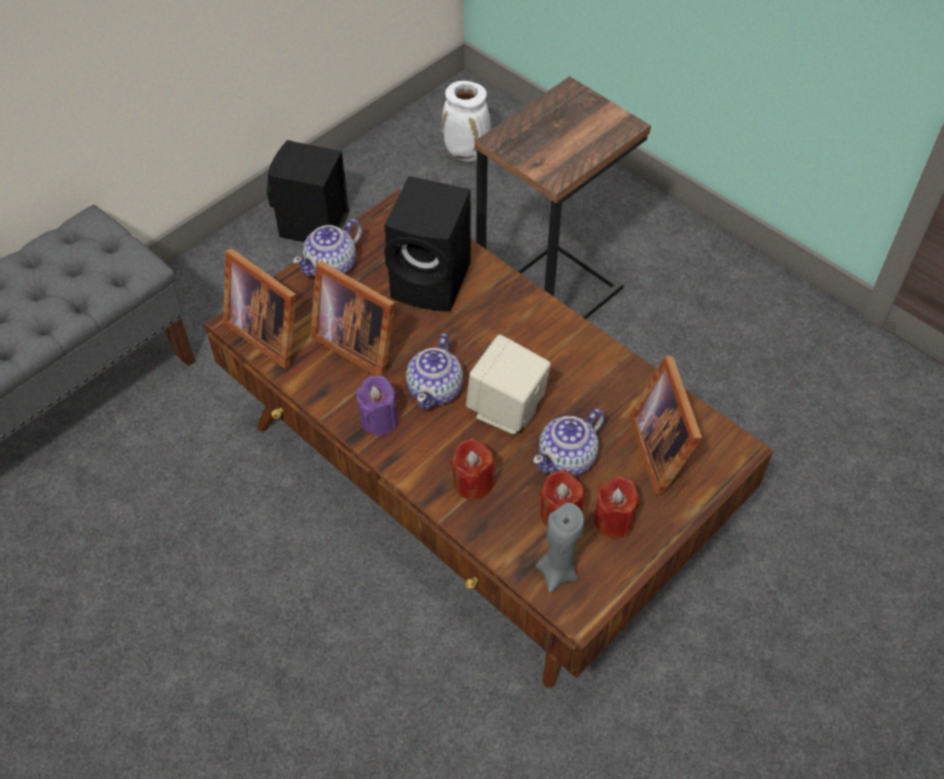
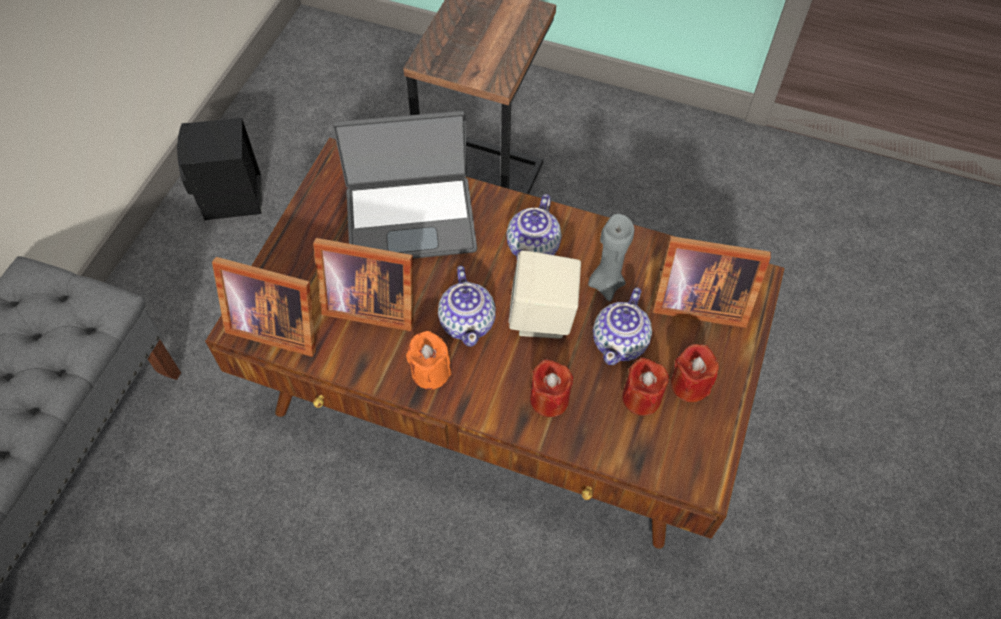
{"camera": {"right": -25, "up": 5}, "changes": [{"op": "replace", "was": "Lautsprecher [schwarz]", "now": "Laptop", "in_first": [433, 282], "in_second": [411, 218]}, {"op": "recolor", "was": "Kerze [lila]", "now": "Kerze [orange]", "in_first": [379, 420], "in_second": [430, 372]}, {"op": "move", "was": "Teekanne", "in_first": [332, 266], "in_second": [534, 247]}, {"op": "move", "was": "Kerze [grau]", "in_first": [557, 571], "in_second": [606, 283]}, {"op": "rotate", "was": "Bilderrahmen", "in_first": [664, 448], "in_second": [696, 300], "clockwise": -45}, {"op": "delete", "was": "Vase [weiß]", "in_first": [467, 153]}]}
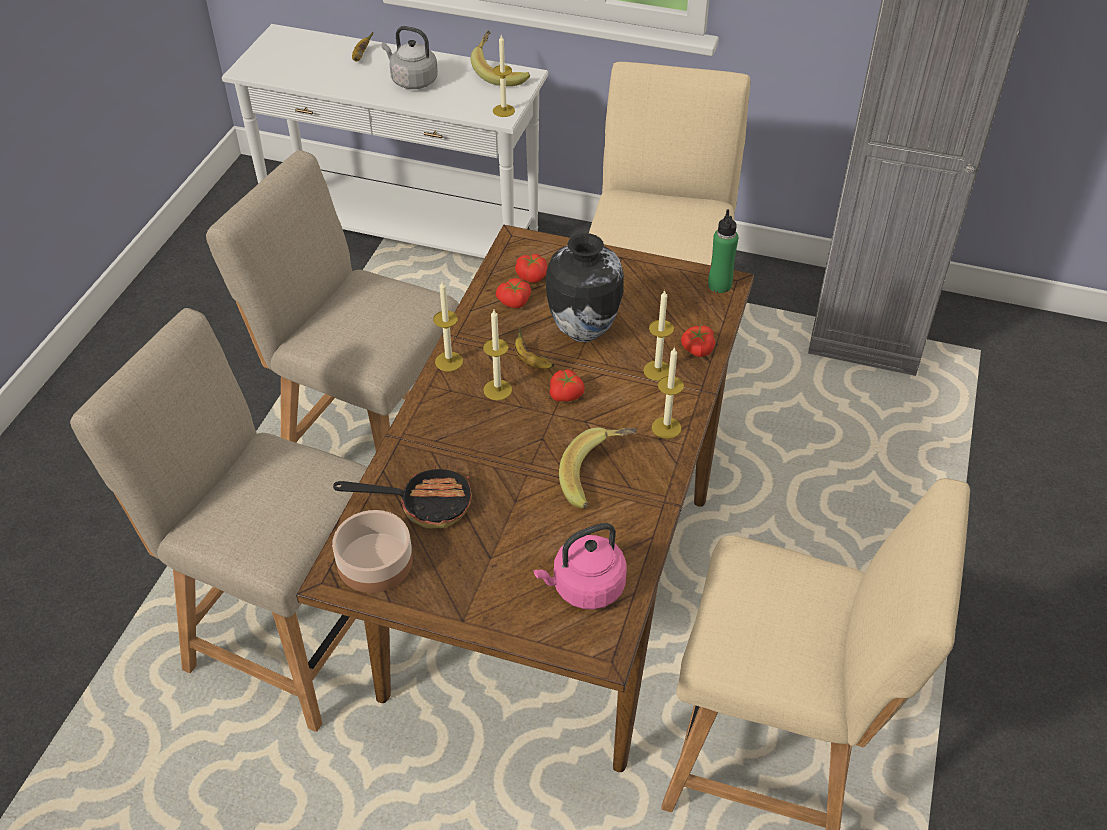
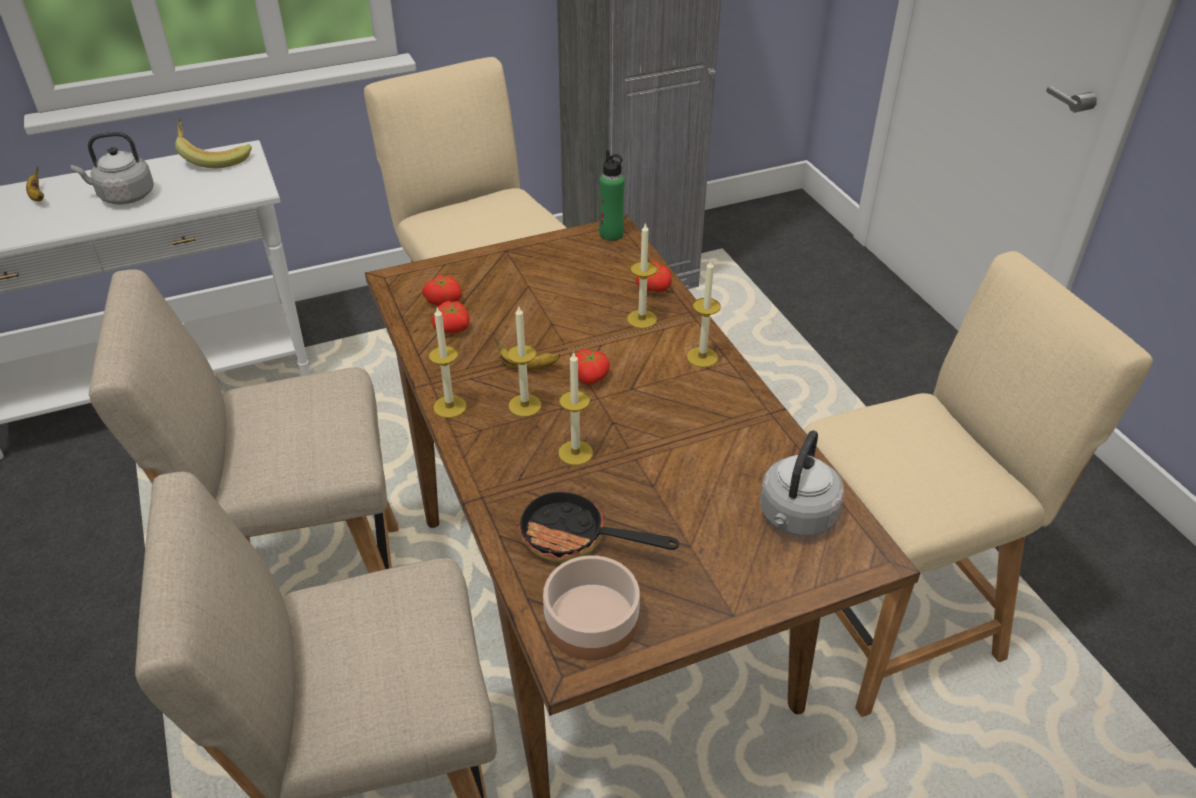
{"camera": {"right": -40, "up": -5}, "changes": [{"op": "rotate", "was": "Pfanne", "in_first": [424, 504], "in_second": [575, 539], "clockwise": -120}, {"op": "move", "was": "Kerze", "in_first": [503, 110], "in_second": [575, 453]}, {"op": "recolor", "was": "Wasserkessel [rosa]", "now": "Wasserkessel [grau]", "in_first": [584, 588], "in_second": [796, 518]}, {"op": "delete", "was": "Vase", "in_first": [583, 331]}, {"op": "delete", "was": "Banane", "in_first": [598, 478]}]}
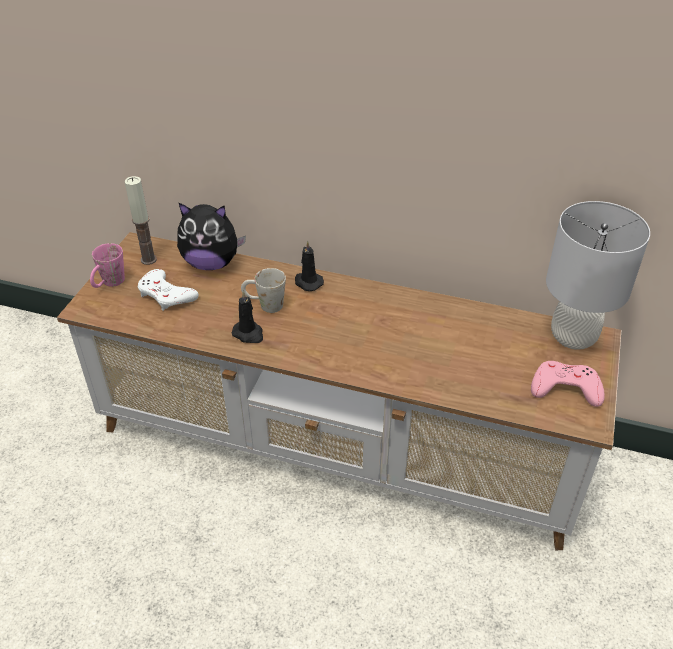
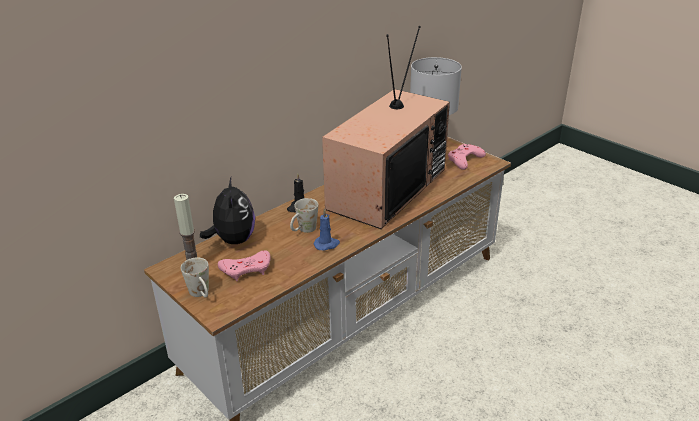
{"camera": {"right": -60, "up": -10}, "changes": [{"op": "recolor", "was": "Henkelbecher [rosa]", "now": "Henkelbecher [weiß]", "in_first": [109, 284], "in_second": [201, 294]}, {"op": "rotate", "was": "Plüschtier", "in_first": [211, 263], "in_second": [233, 240], "clockwise": -45}, {"op": "recolor", "was": "Gamepad [weiß]", "now": "Gamepad [rosa]", "in_first": [166, 295], "in_second": [246, 269]}, {"op": "recolor", "was": "Kerze [schwarz]", "now": "Kerze [blau]", "in_first": [249, 334], "in_second": [327, 244]}, {"op": "insert", "now": "Fernseher", "in_second": [386, 187]}]}
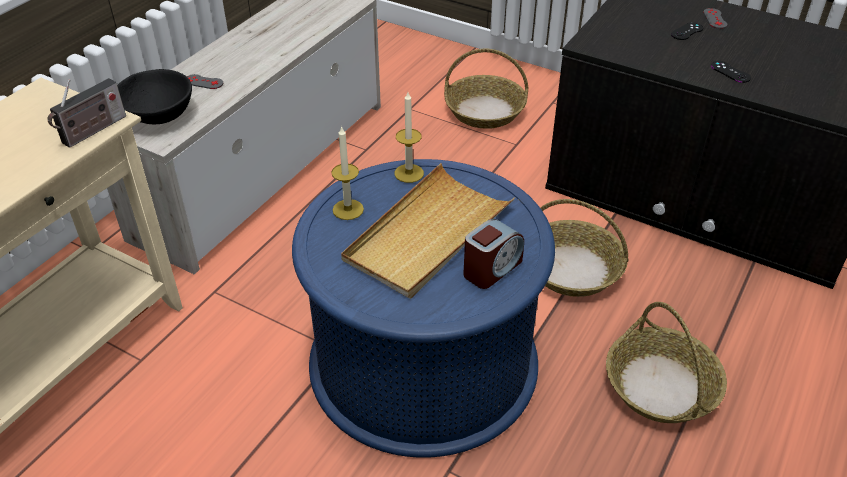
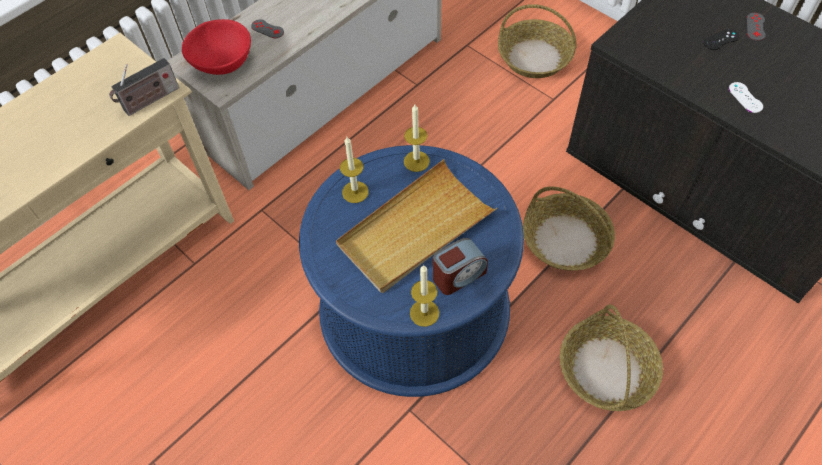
{"camera": {"right": 15, "up": 15}, "changes": [{"op": "recolor", "was": "Schüssel [schwarz]", "now": "Schüssel [rot]", "in_first": [156, 116], "in_second": [221, 62]}, {"op": "insert", "now": "Kerze", "in_second": [424, 313]}, {"op": "recolor", "was": "Gamepad [schwarz]", "now": "Gamepad [weiß]", "in_first": [730, 72], "in_second": [745, 97]}]}
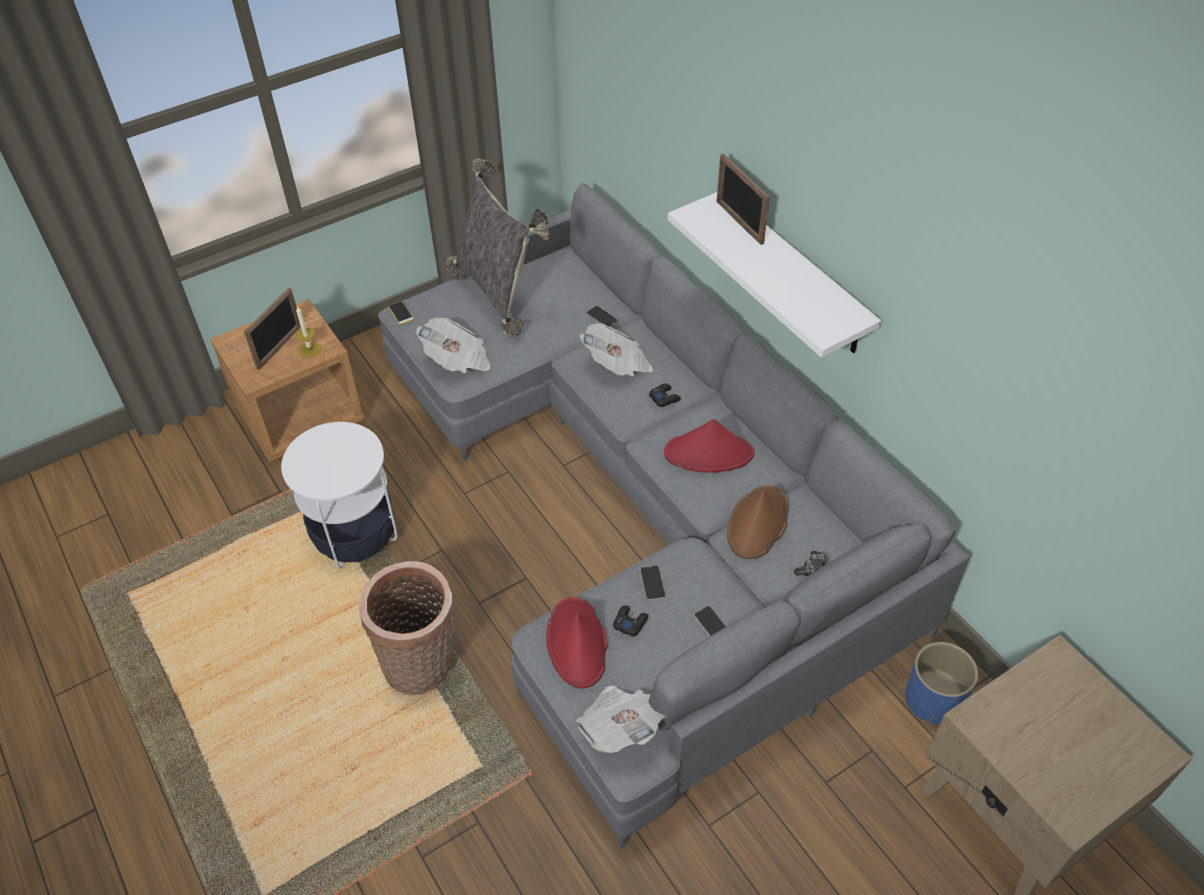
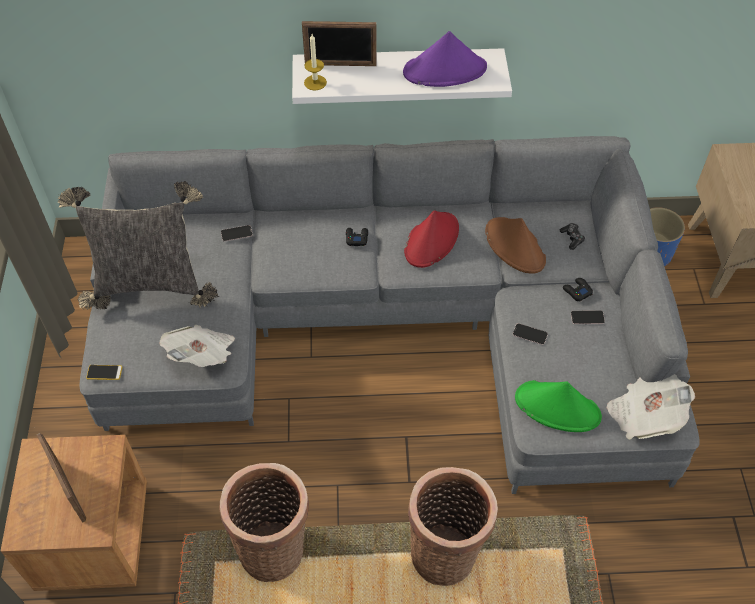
{"camera": {"right": -60, "up": 5}, "changes": [{"op": "replace", "was": "Beistelltisch [weiß]", "now": "Korb", "in_first": [355, 535], "in_second": [274, 547]}, {"op": "move", "was": "Kerze", "in_first": [309, 349], "in_second": [315, 82]}, {"op": "insert", "now": "Hut [lila]", "in_second": [445, 70]}, {"op": "recolor", "was": "Hut [rot]", "now": "Hut [grün]", "in_first": [577, 643], "in_second": [558, 407]}, {"op": "move", "was": "Gamepad [schwarz]", "in_first": [630, 622], "in_second": [577, 291]}, {"op": "delete", "was": "Zeitung", "in_first": [617, 365]}]}
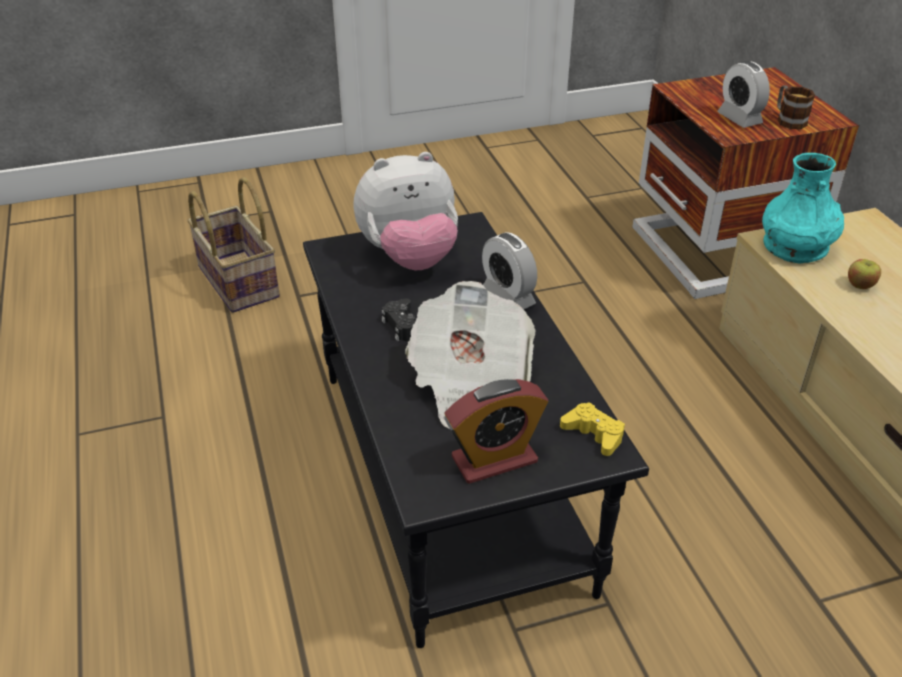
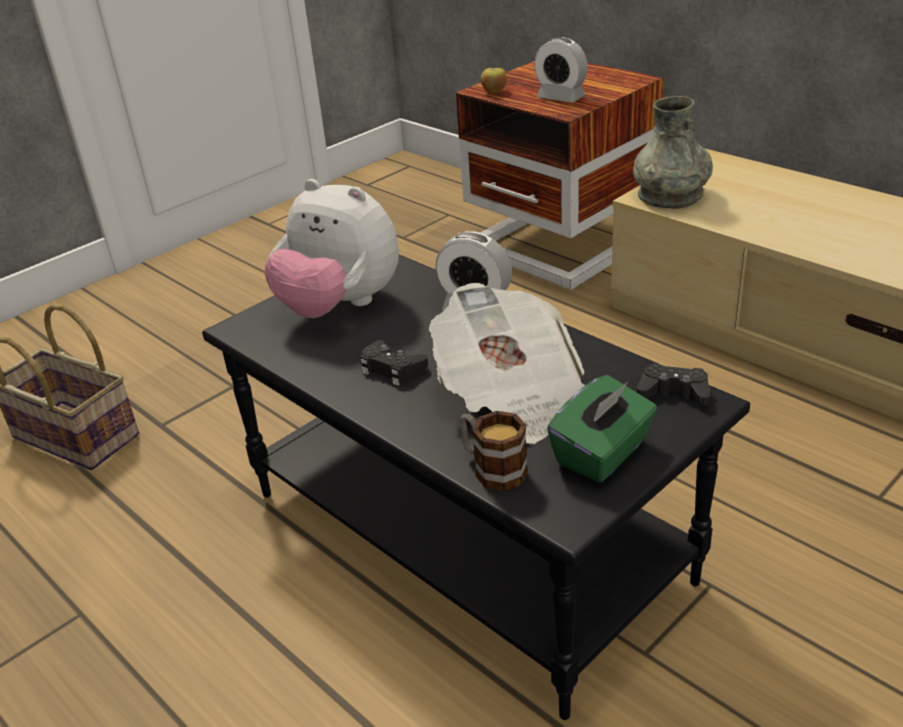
{"camera": {"right": -25, "up": -5}, "changes": [{"op": "rotate", "was": "Plüschtier", "in_first": [410, 258], "in_second": [339, 307], "clockwise": 75}, {"op": "move", "was": "Henkelbecher", "in_first": [788, 120], "in_second": [492, 468]}, {"op": "move", "was": "Apfel", "in_first": [860, 285], "in_second": [494, 92]}, {"op": "replace", "was": "Wecker", "now": "Taschentuchbox [grün]", "in_first": [494, 459], "in_second": [603, 453]}, {"op": "recolor", "was": "Vase [türkis]", "now": "Vase [grau]", "in_first": [795, 246], "in_second": [670, 195]}, {"op": "recolor", "was": "Gamepad [gelb]", "now": "Gamepad [schwarz]", "in_first": [594, 434], "in_second": [673, 393]}]}
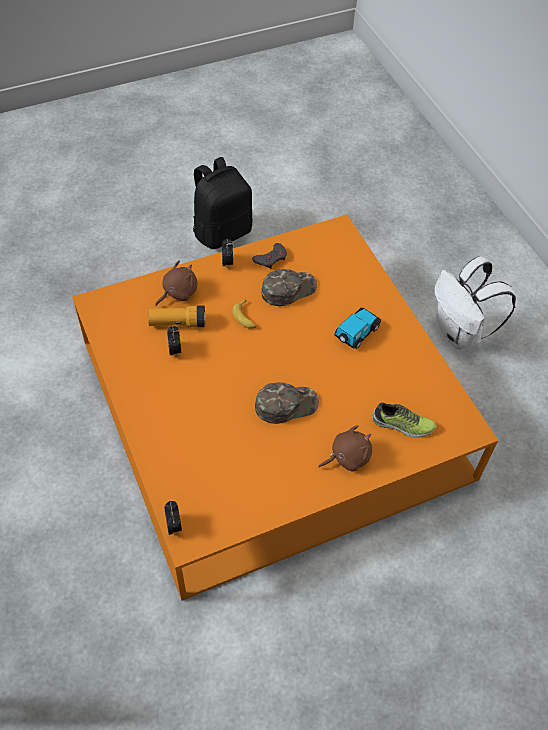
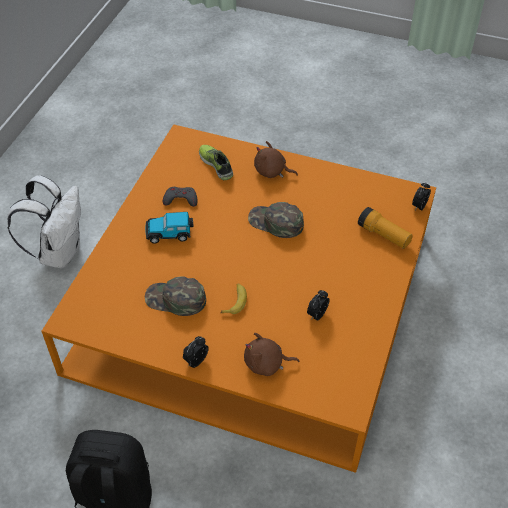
{"camera": {"right": -135, "up": -5}, "changes": [{"op": "move", "was": "Gamepad [grau]", "in_first": [271, 258], "in_second": [180, 199]}, {"op": "move", "was": "Taschenlampe", "in_first": [177, 323], "in_second": [383, 235]}]}
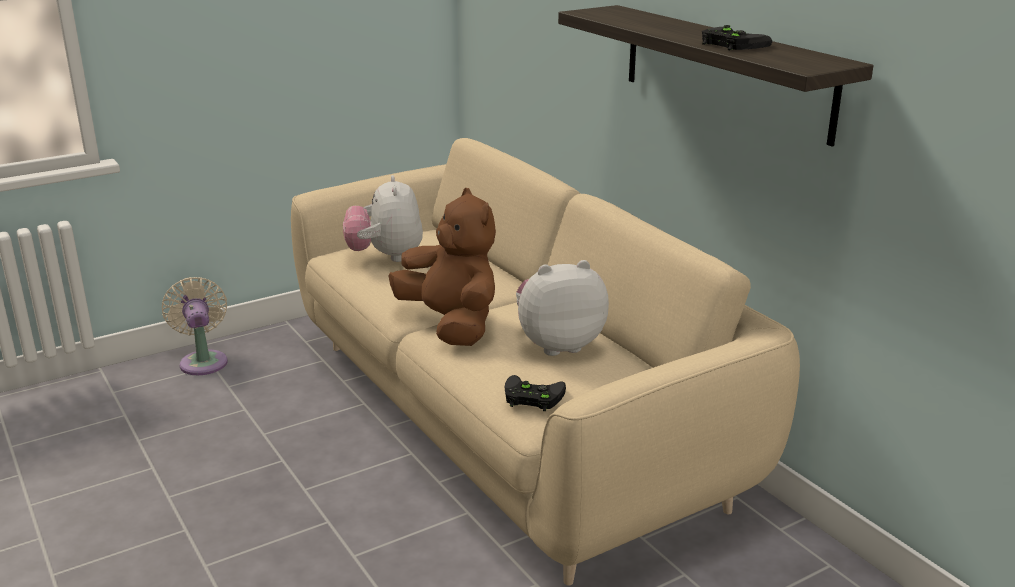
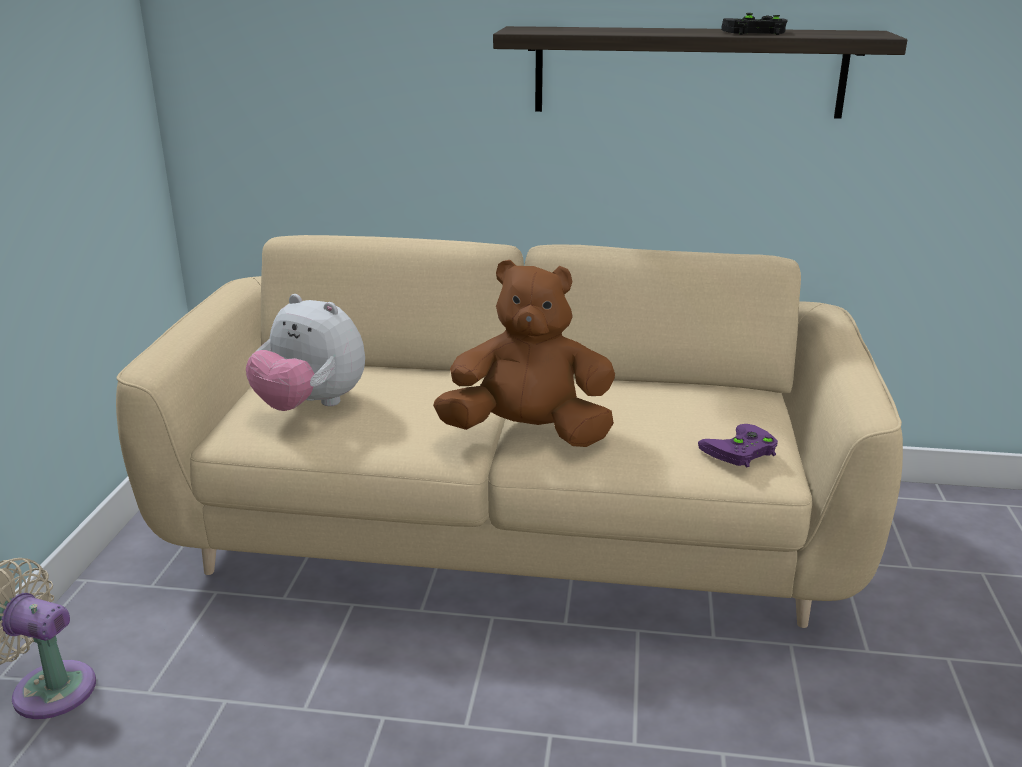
{"camera": {"right": -50, "up": 0}, "changes": [{"op": "recolor", "was": "Gamepad [schwarz]", "now": "Gamepad [lila]", "in_first": [531, 397], "in_second": [740, 451]}, {"op": "delete", "was": "Plüschtier", "in_first": [558, 344]}]}
